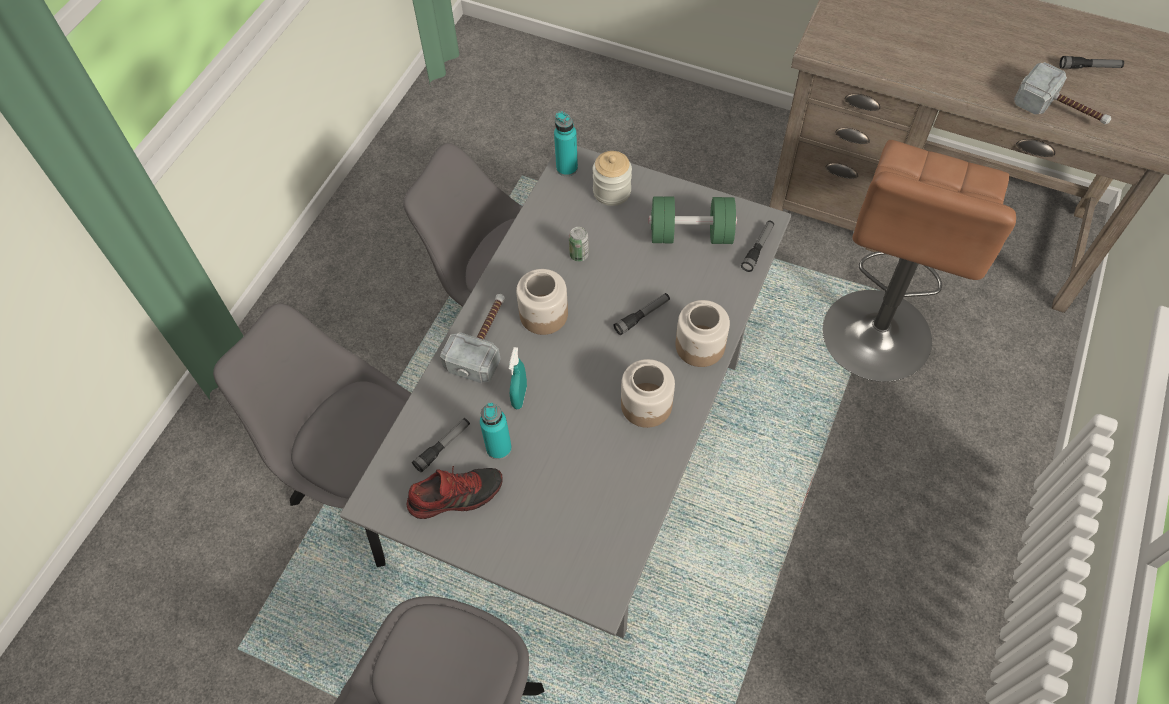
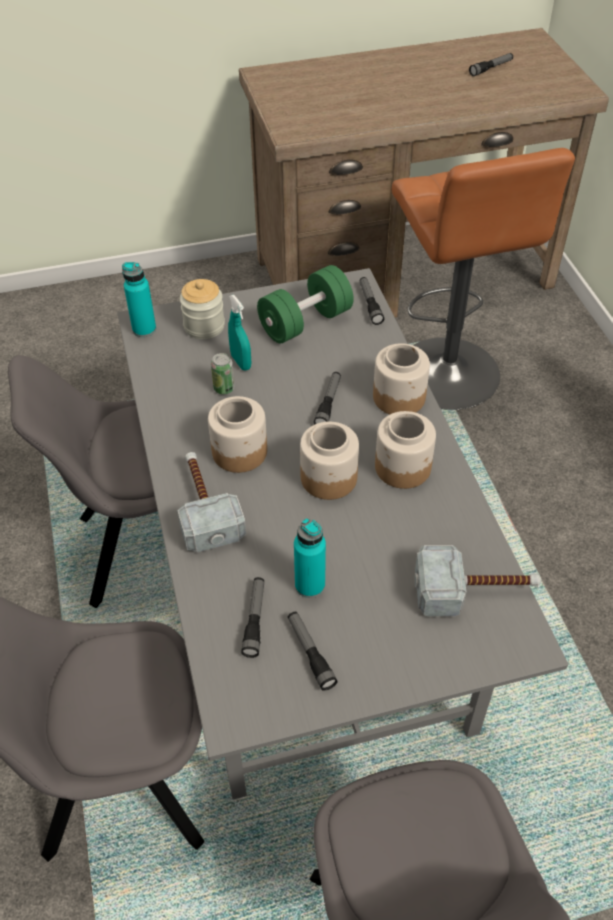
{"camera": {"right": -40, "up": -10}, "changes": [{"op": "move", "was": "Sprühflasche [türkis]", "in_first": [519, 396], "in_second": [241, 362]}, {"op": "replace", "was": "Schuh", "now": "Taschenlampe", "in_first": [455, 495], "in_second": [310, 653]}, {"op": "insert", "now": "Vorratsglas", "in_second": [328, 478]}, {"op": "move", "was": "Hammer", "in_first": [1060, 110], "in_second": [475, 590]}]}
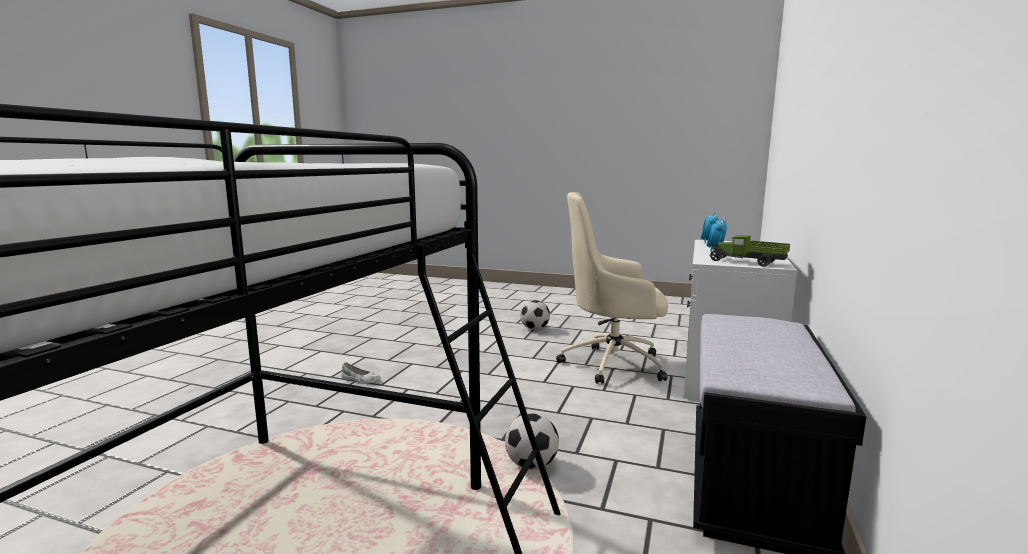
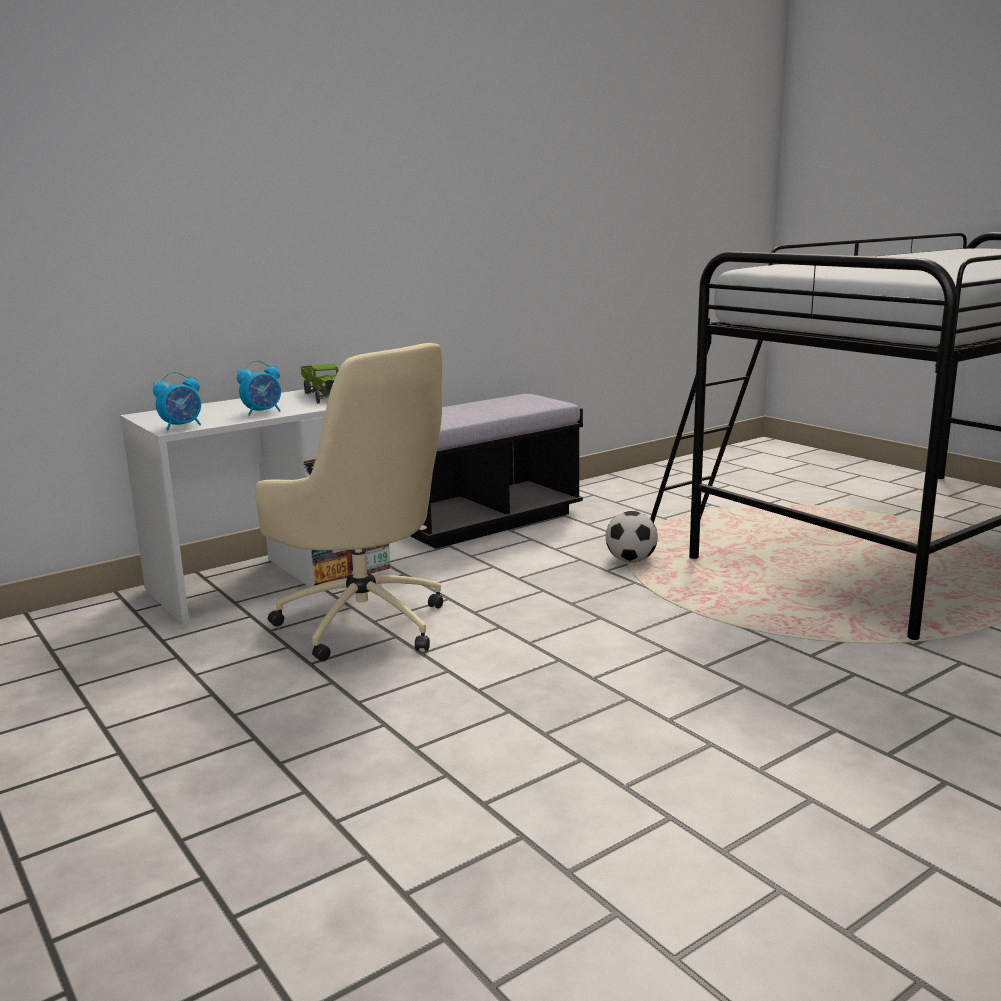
{"camera": {"right": -145, "up": 5}, "changes": [{"op": "delete", "was": "Schuh [weiß]", "in_first": [360, 380]}, {"op": "delete", "was": "Fußball", "in_first": [535, 329]}]}
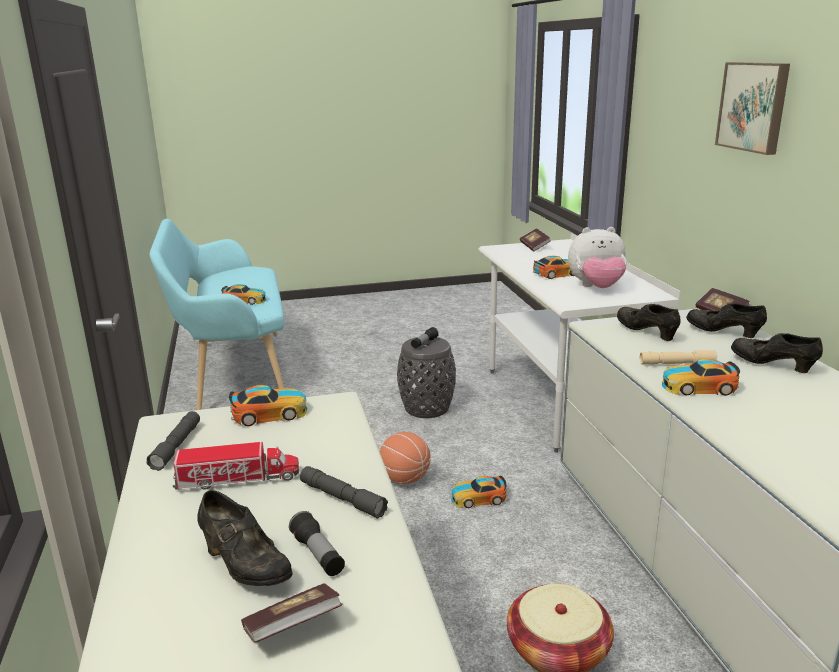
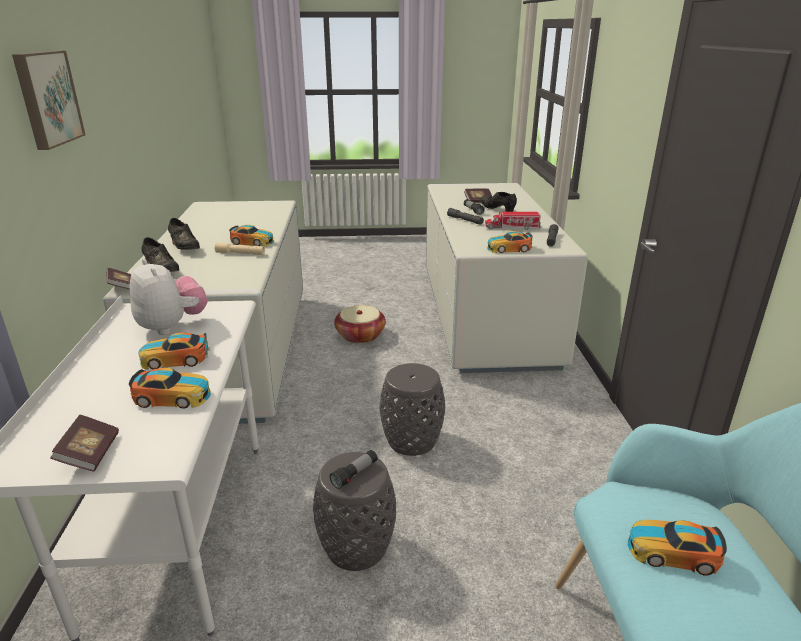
{"camera": {"right": -170, "up": 5}, "changes": [{"op": "move", "was": "Spielzeugauto", "in_first": [478, 498], "in_second": [173, 397]}, {"op": "rotate", "was": "Plüschtier", "in_first": [596, 288], "in_second": [172, 326], "clockwise": 45}, {"op": "replace", "was": "Basketball", "now": "Hocker [grau]", "in_first": [405, 479], "in_second": [411, 440]}, {"op": "delete", "was": "Schuh [schwarz]", "in_first": [646, 333]}]}
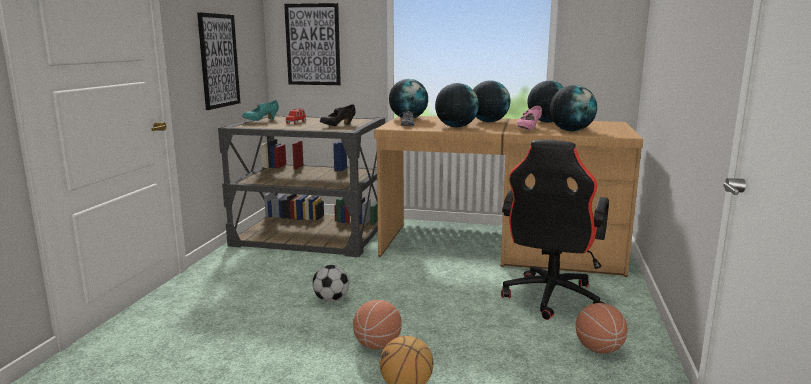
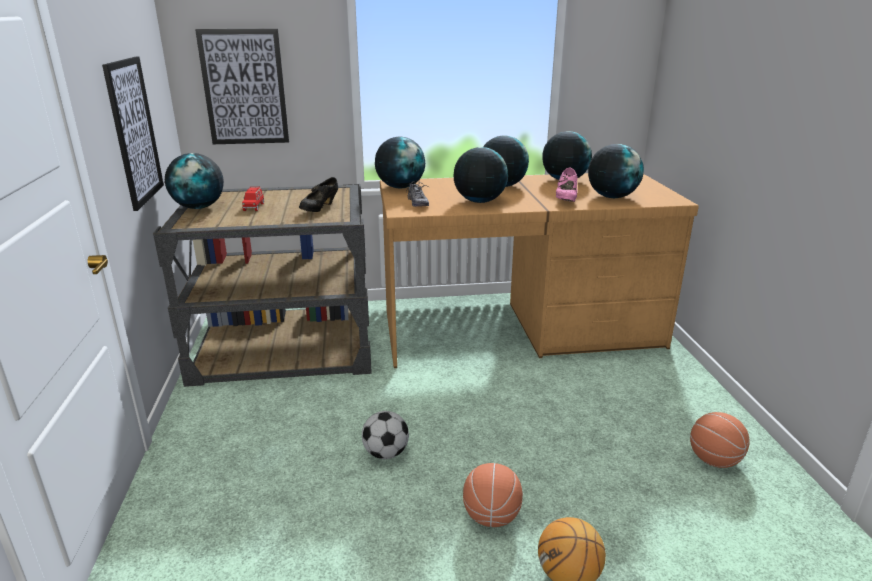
{"camera": {"right": -20, "up": 10}, "changes": [{"op": "replace", "was": "Schuh [türkis]", "now": "Globus", "in_first": [261, 120], "in_second": [199, 207]}, {"op": "delete", "was": "Bürostuhl [schwarz]", "in_first": [549, 301]}]}
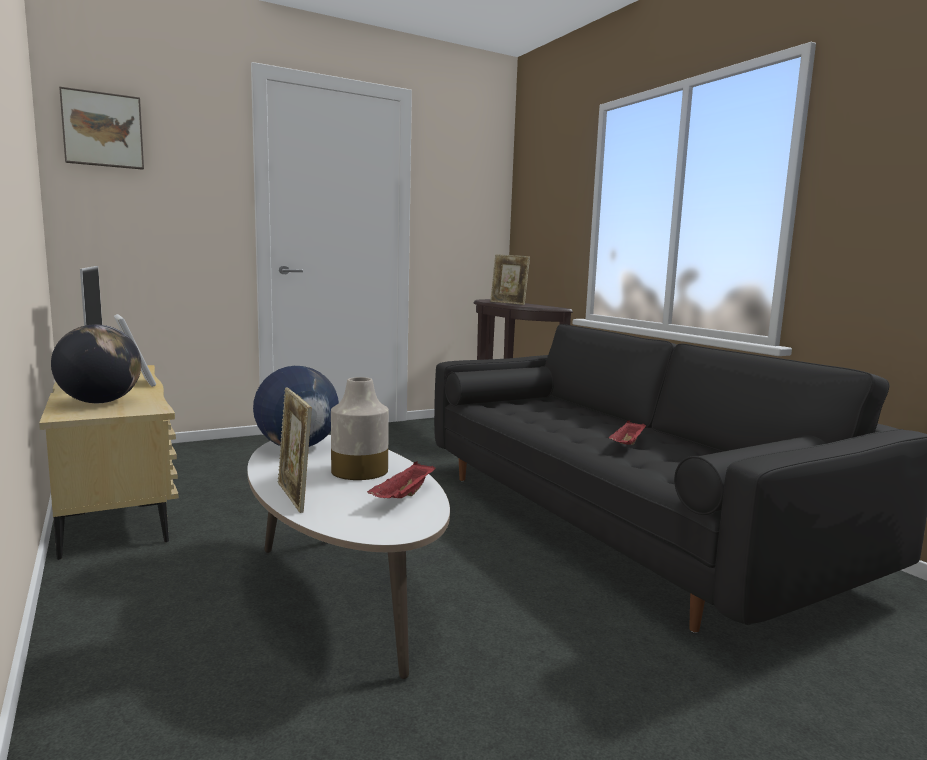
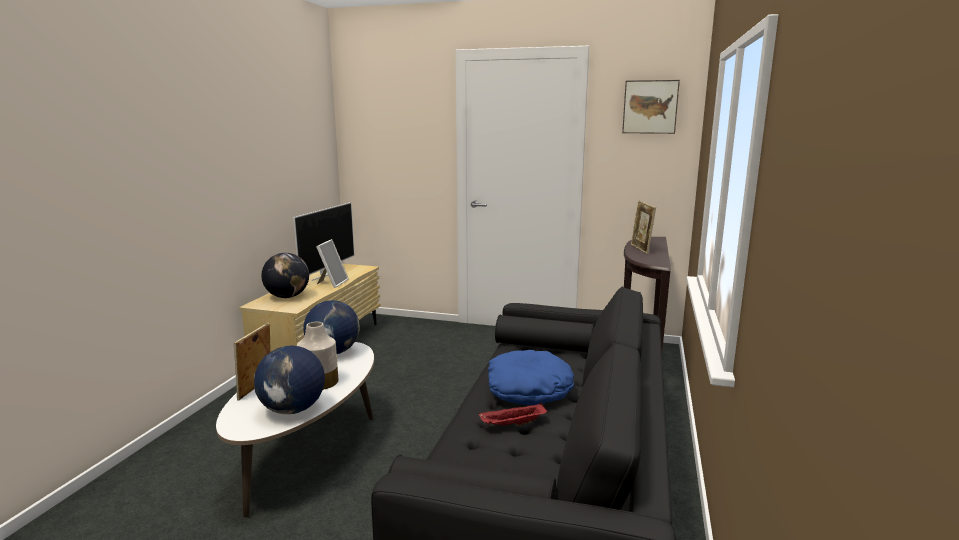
{"camera": {"right": 45, "up": 5}, "changes": [{"op": "replace", "was": "Tablett [rot]", "now": "Globus", "in_first": [404, 497], "in_second": [293, 410]}, {"op": "insert", "now": "Kissen [blau]", "in_second": [530, 390]}, {"op": "move", "was": "Bild", "in_first": [103, 130], "in_second": [650, 107]}]}
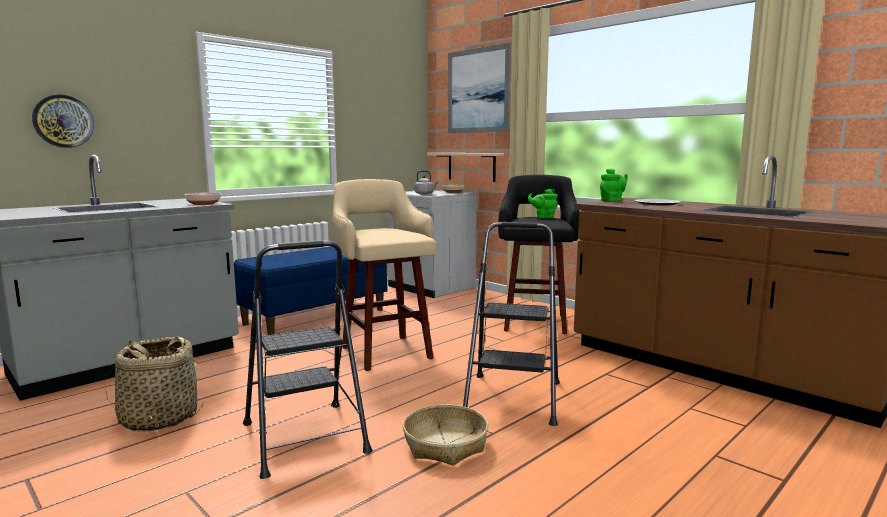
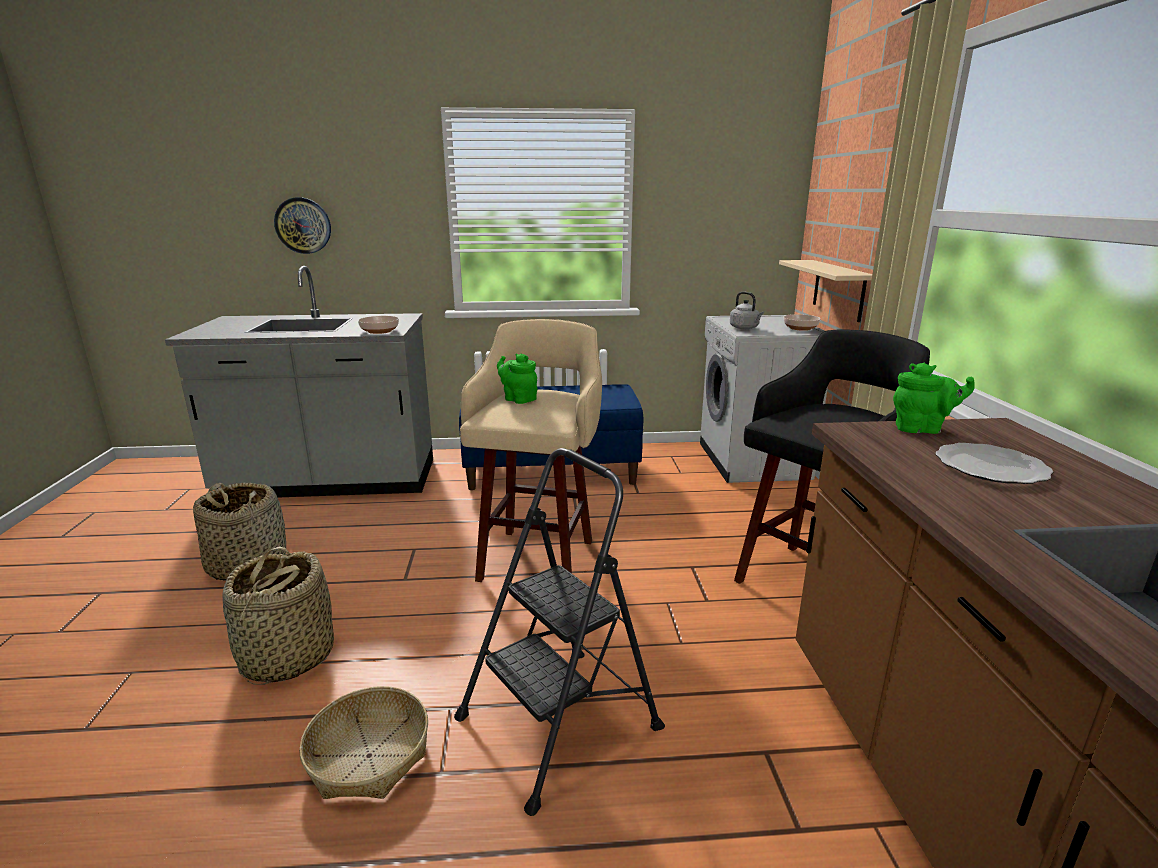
{"camera": {"right": 40, "up": 10}, "changes": [{"op": "replace", "was": "Trittleiter [schwarz]", "now": "Korb", "in_first": [305, 438], "in_second": [286, 657]}, {"op": "move", "was": "Teekanne [grün]", "in_first": [543, 217], "in_second": [518, 399]}, {"op": "delete", "was": "Bild", "in_first": [478, 90]}]}
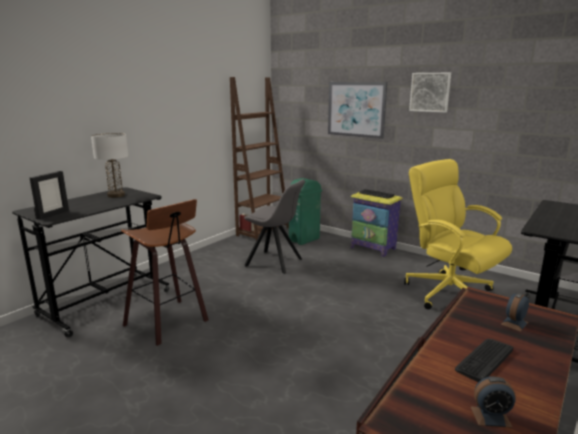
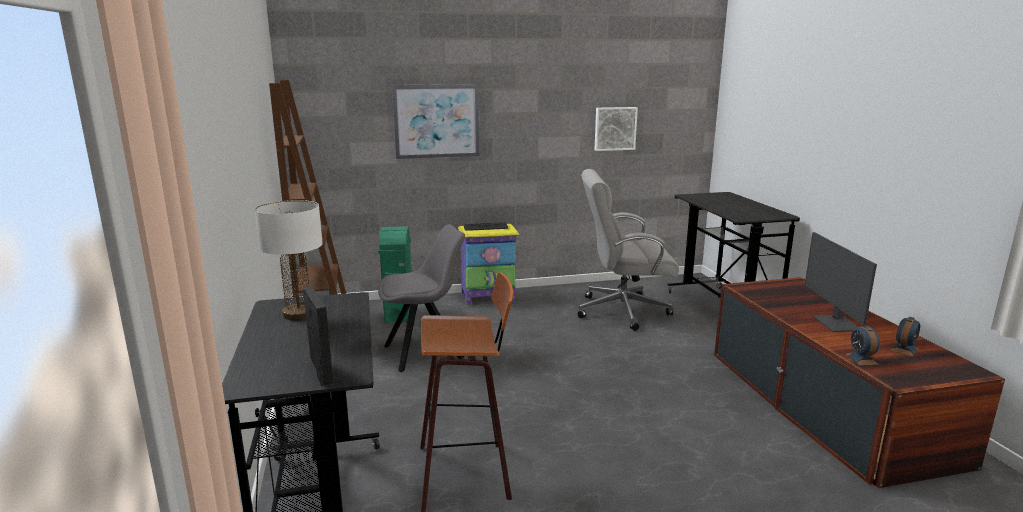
{"camera": {"right": -50, "up": 0}, "changes": [{"op": "recolor", "was": "Bürostuhl [gelb]", "now": "Bürostuhl [grau]", "in_first": [449, 293], "in_second": [623, 311]}, {"op": "move", "was": "Bild", "in_first": [430, 92], "in_second": [614, 128]}, {"op": "replace", "was": "Tastatur", "now": "Monitor", "in_first": [484, 360], "in_second": [836, 323]}, {"op": "move", "was": "Wecker", "in_first": [514, 323], "in_second": [861, 359]}]}
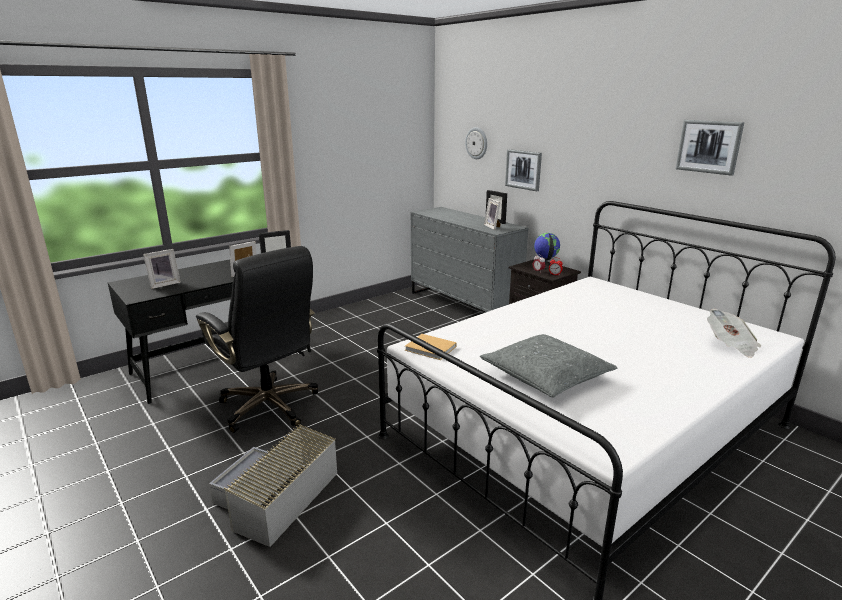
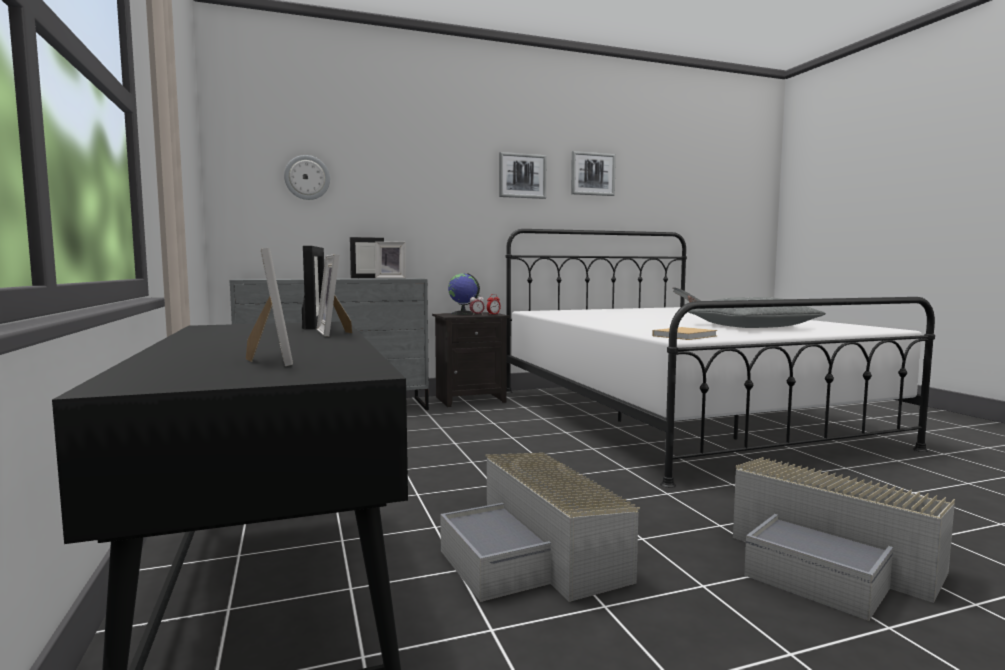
{"camera": {"right": -70, "up": -15}, "changes": [{"op": "replace", "was": "Bürostuhl [schwarz]", "now": "Aufbewahrungsbox [grau]", "in_first": [267, 405], "in_second": [536, 556]}, {"op": "move", "was": "Bild", "in_first": [523, 169], "in_second": [522, 176]}]}
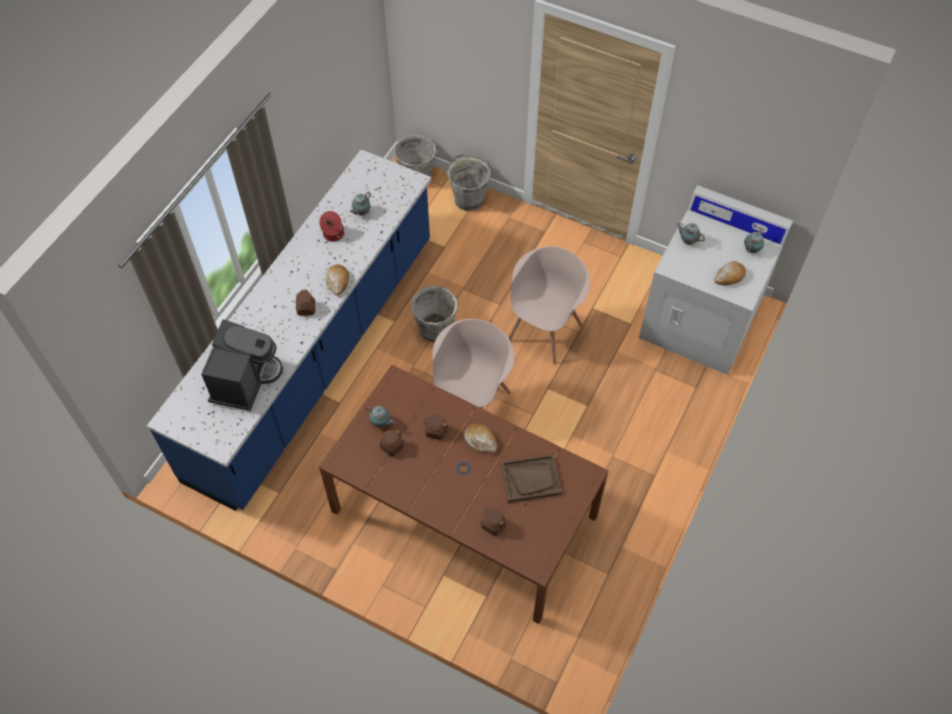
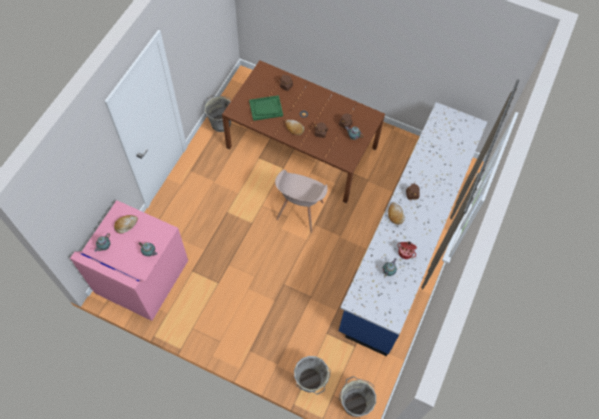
{"camera": {"right": 175, "up": 5}, "changes": [{"op": "recolor", "was": "Waschmaschine [weiß]", "now": "Waschmaschine [rosa]", "in_first": [701, 319], "in_second": [141, 276]}, {"op": "move", "was": "Eimer [grau]", "in_first": [436, 330], "in_second": [220, 123]}, {"op": "recolor", "was": "Tablett [braun]", "now": "Tablett [grün]", "in_first": [530, 479], "in_second": [266, 108]}, {"op": "delete", "was": "Kaffeemaschine", "in_first": [245, 380]}, {"op": "delete", "was": "Stuhl [beige]", "in_first": [545, 332]}]}
